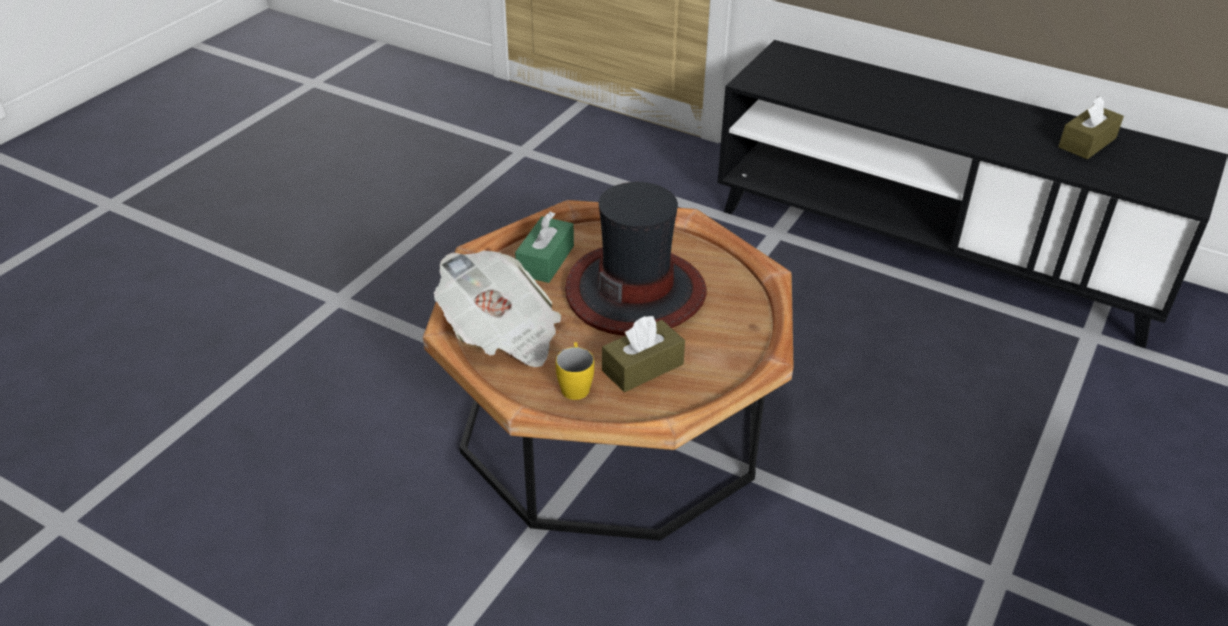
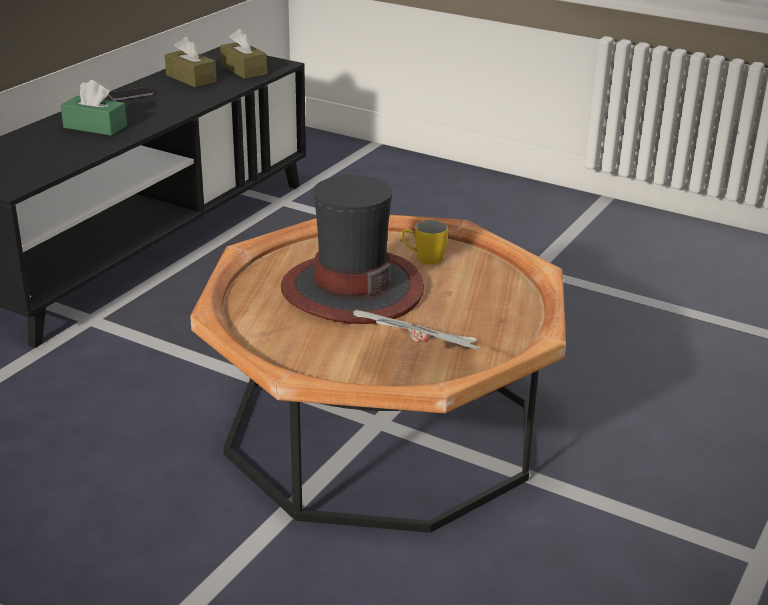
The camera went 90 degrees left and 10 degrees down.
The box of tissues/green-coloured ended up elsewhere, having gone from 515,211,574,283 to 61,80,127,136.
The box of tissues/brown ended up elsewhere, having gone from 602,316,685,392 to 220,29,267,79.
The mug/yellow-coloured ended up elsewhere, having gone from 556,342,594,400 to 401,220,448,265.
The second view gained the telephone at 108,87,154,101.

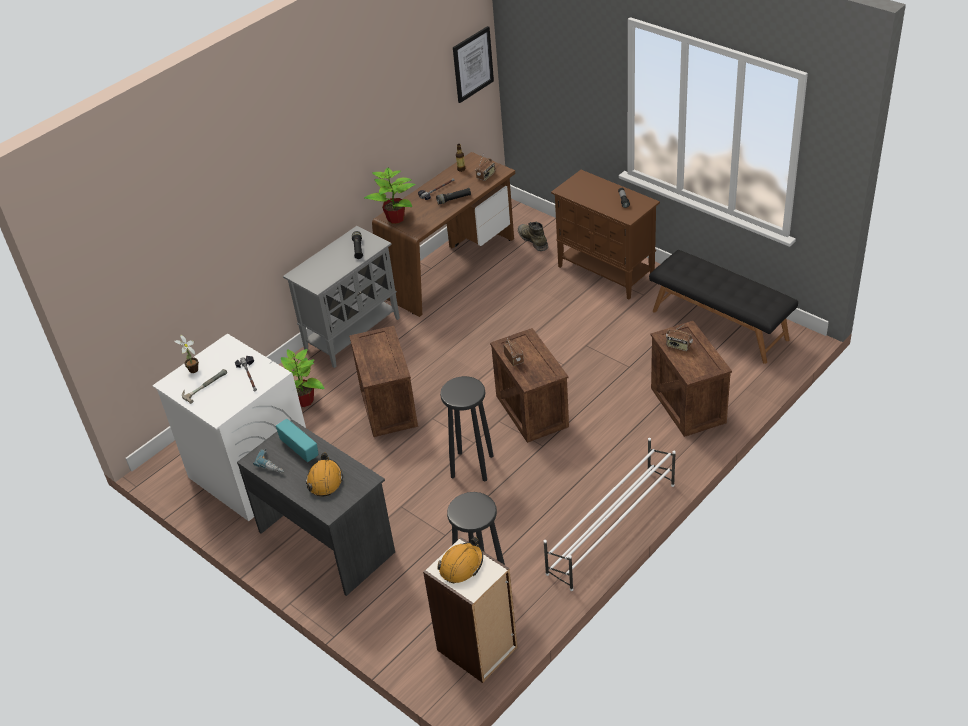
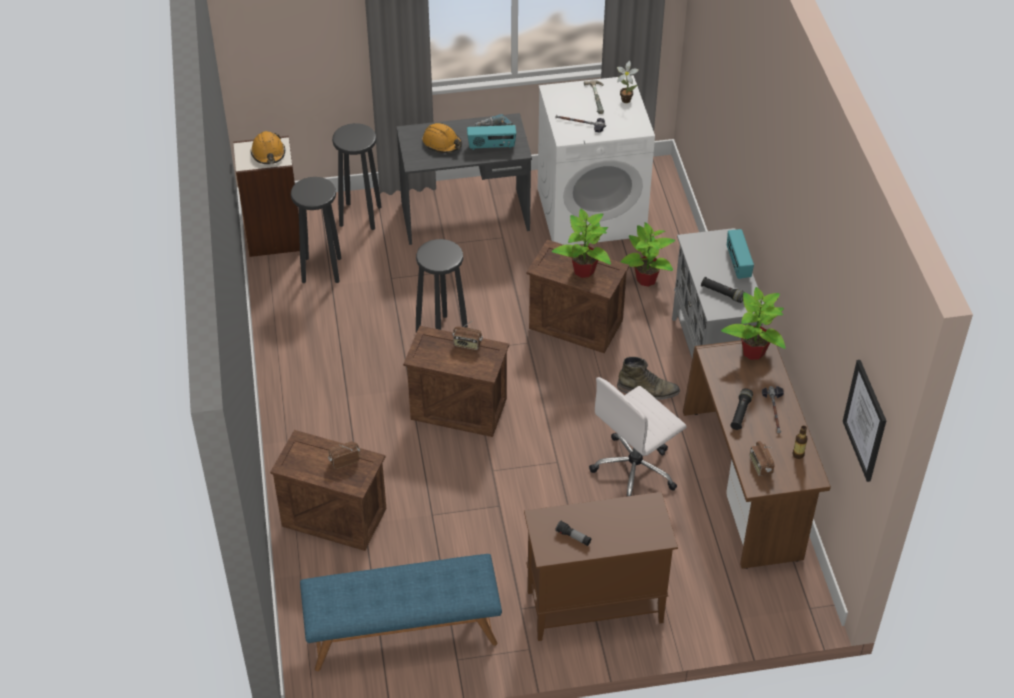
The camera went 125 degrees right and 5 degrees up.
The boot/green-coloured ended up elsewhere, having gone from 518,222,548,251 to 617,357,680,400.
What was the long seat/black-coloured at 649,250,798,364 turned into the long seat/blue at 300,554,502,671.
The second view lost the shoe shelf/white at 544,438,676,591.
The second view gained the sitting stool/black-coloured at 332,123,382,230.
The second view gained the potted plant at 551,209,611,278.
The second view gained the radio receiver at 727,229,754,279.
The second view gained the desk chair/white at 589,377,687,497.

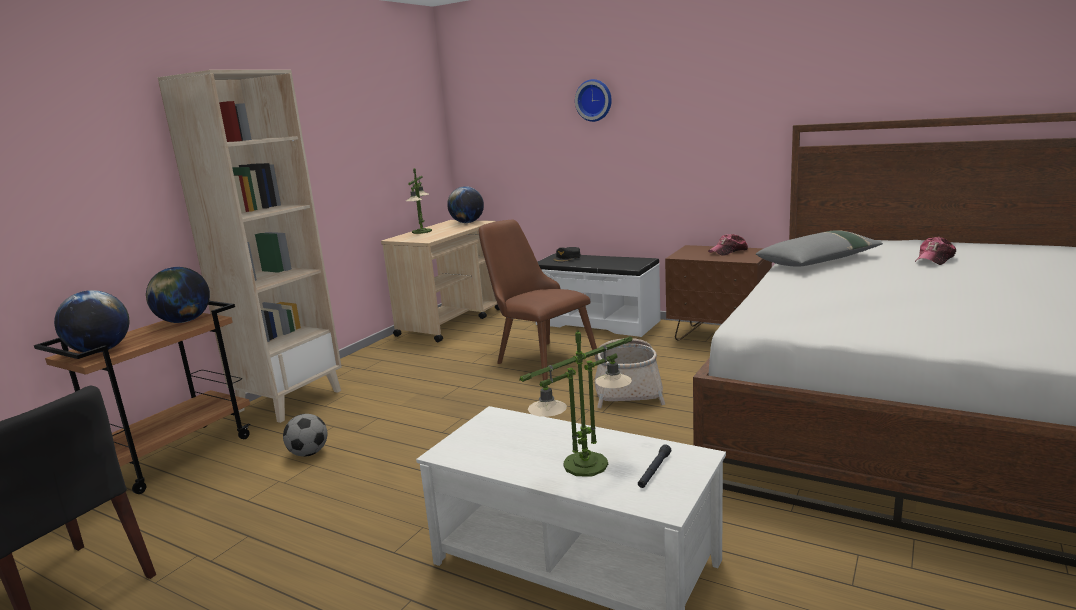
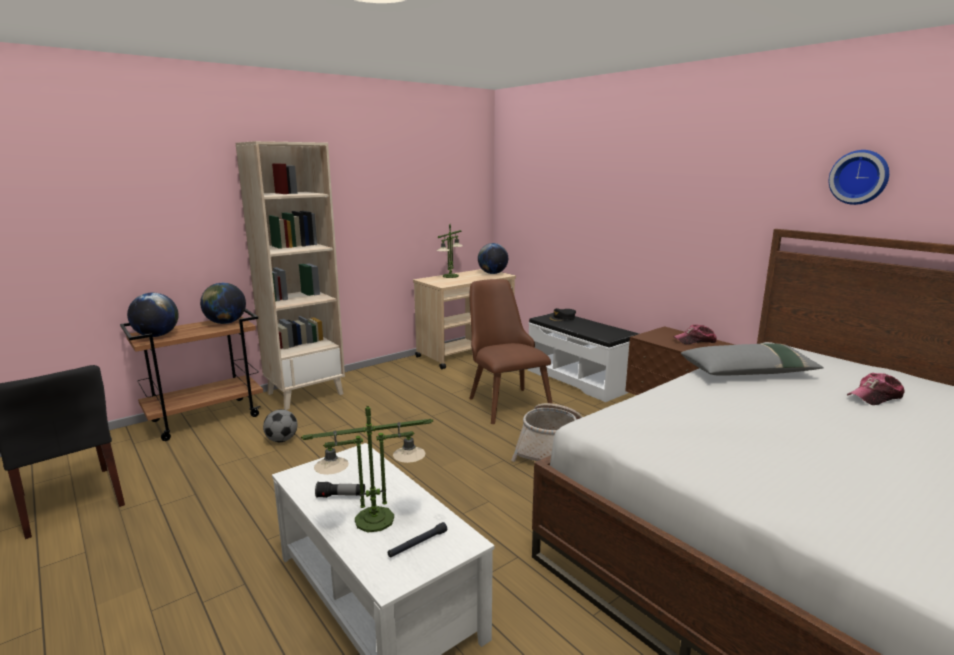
The camera went 20 degrees right and 0 degrees up.
The wall clock ended up elsewhere, having gone from 575,79,612,122 to 829,150,889,205.
The second view gained the torch at 315,482,365,498.

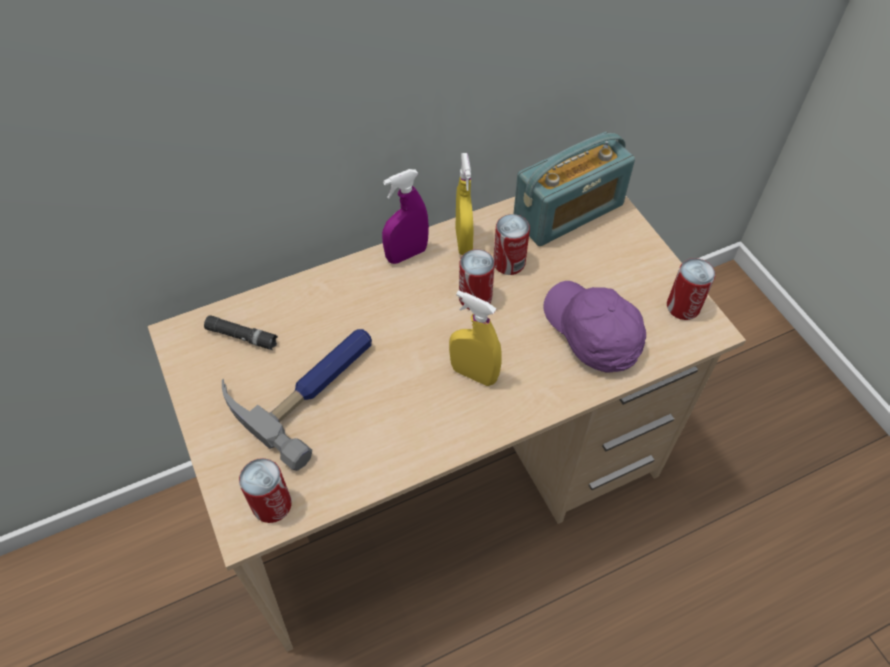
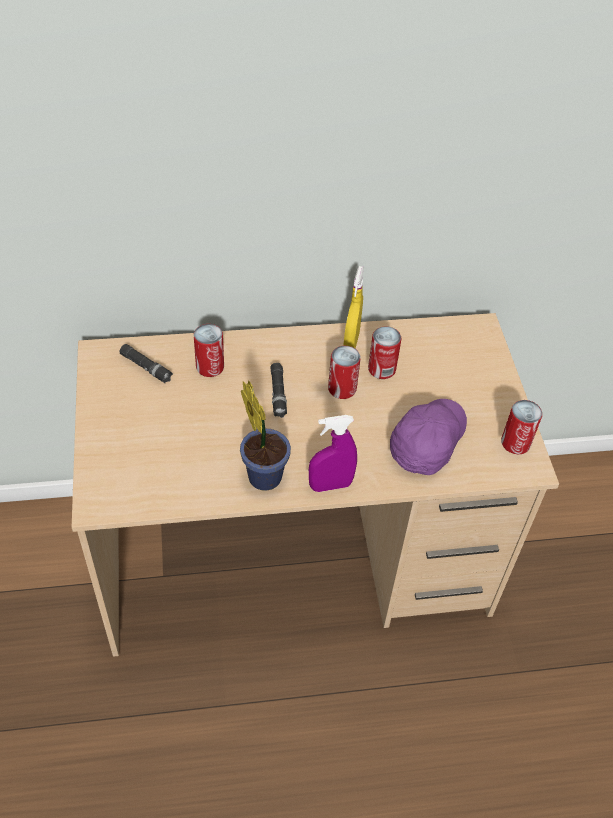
The camera went 15 degrees right and 5 degrees down.
The second view lost the radio receiver at 514,132,635,246.
The sprayer/purple ended up elsewhere, having gone from 382,169,429,264 to 309,415,357,492.
The peaked cap/purple at 544,281,646,372 ended up facing another way, 45 degrees clockwise from before.
The second view lost the sprayer/yellow-coloured at 449,290,502,386.
The second view lost the hammer at 222,329,372,471.
The can ended up elsewhere, having gone from 239,458,292,523 to 194,324,224,377.
The second view gained the torch/black-coloured at 271,363,287,418.
The second view gained the potted plant at 240,381,291,491.

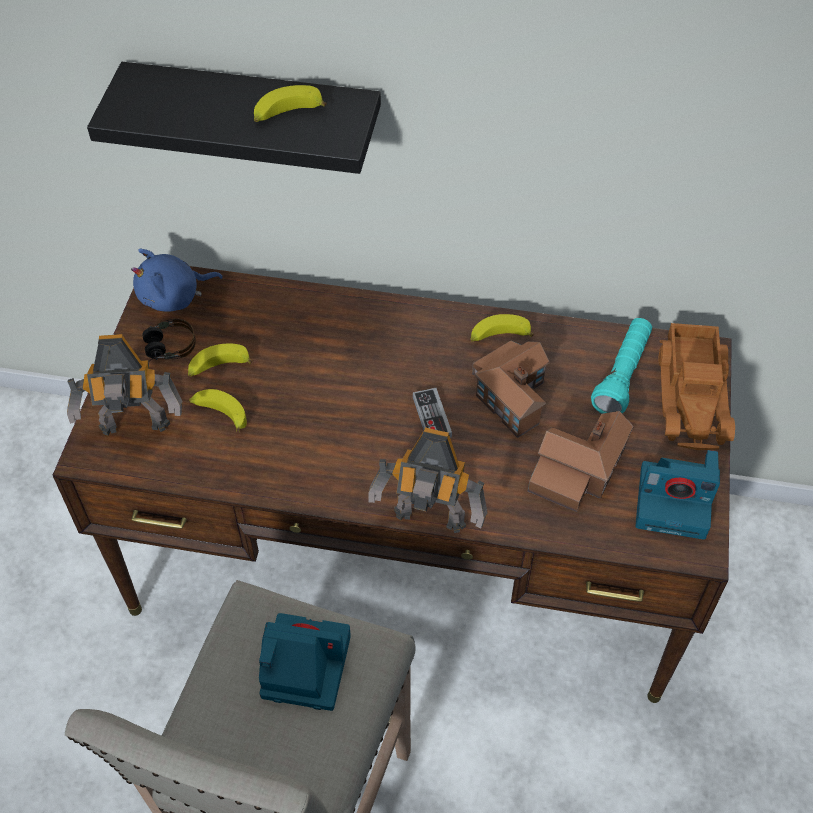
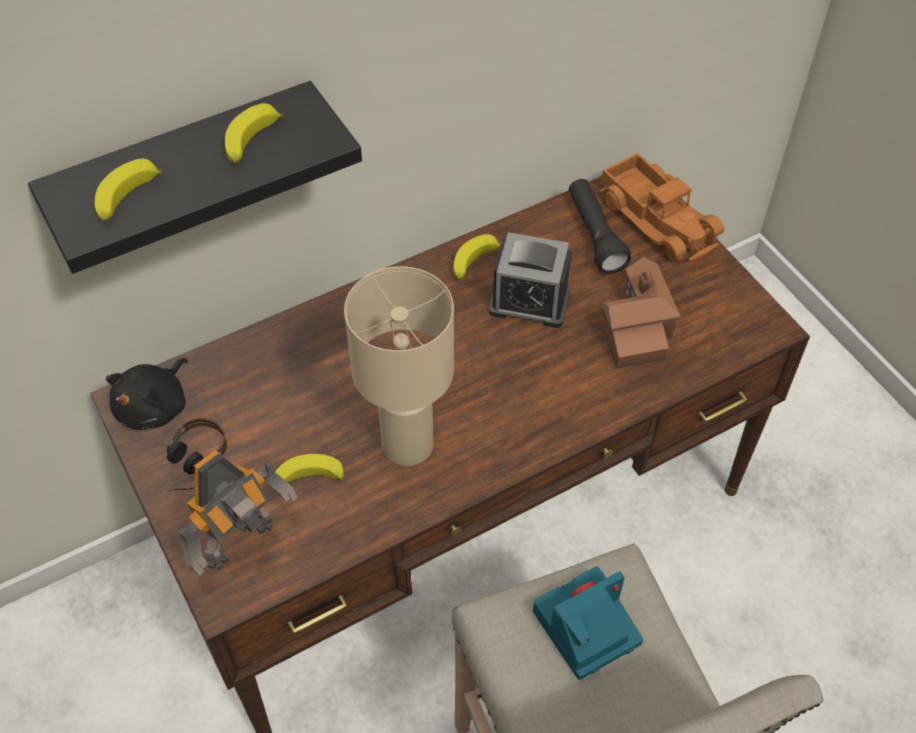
The camera went 40 degrees left and 0 degrees up.
What was the cuddly toy/blue at 131,249,223,312 turned into the cuddly toy/black-coloured at 106,358,188,430.
What was the torch/turquoise at 591,318,652,414 turned into the torch/black-coloured at 569,179,631,274.
Where the toy house stood at 472,340,550,438, the table clock came to stand at 489,232,572,328.
The banana fruit ended up elsewhere, having gone from 188,344,252,377 to 95,159,164,222.
The second view lost the gamepad at 413,388,452,438.
The second view lost the toy robot at 369,427,488,533.
The second view lost the photo camera at 635,450,720,540.
The second view gained the table lamp/beige at 344,266,454,466.

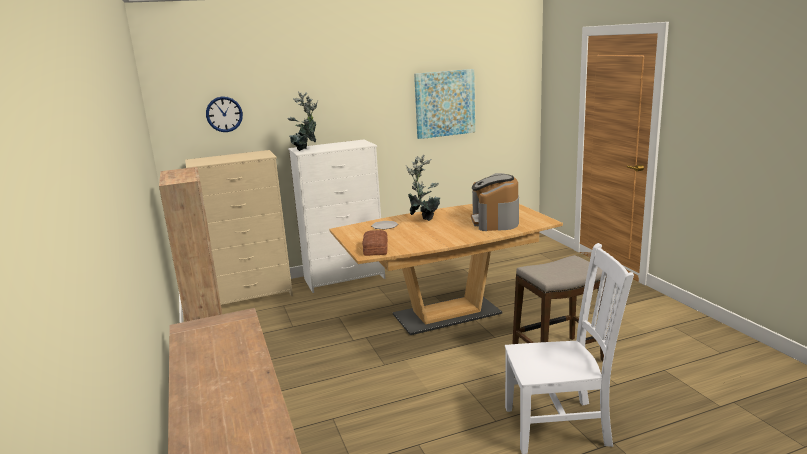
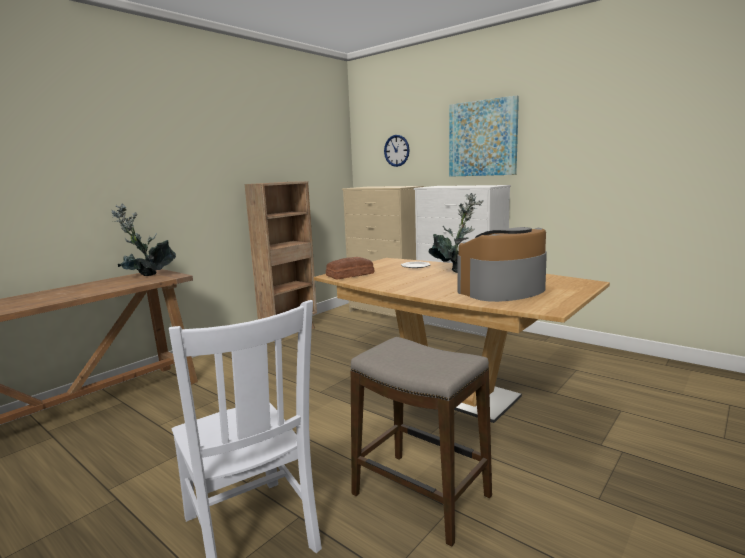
The camera went 60 degrees right and 5 degrees down.
The picture ended up elsewhere, having gone from 414,69,475,139 to 449,95,519,177.
The potted plant ended up elsewhere, having gone from 287,92,318,151 to 111,204,176,276.

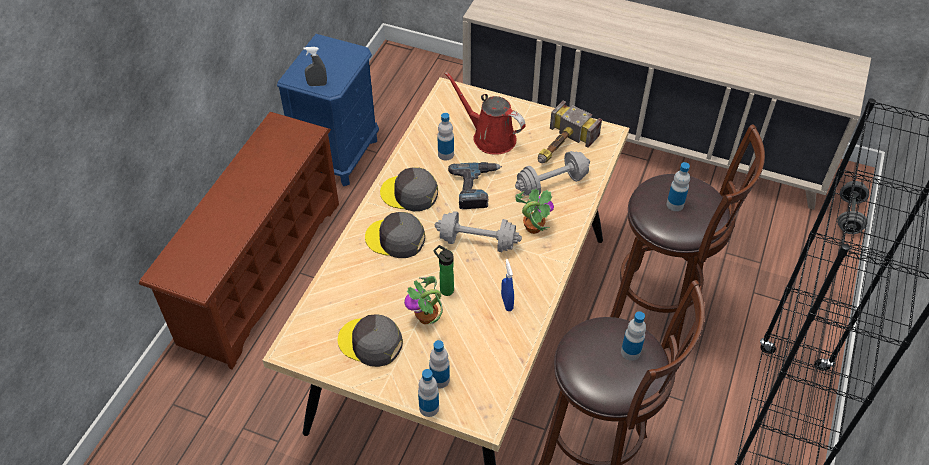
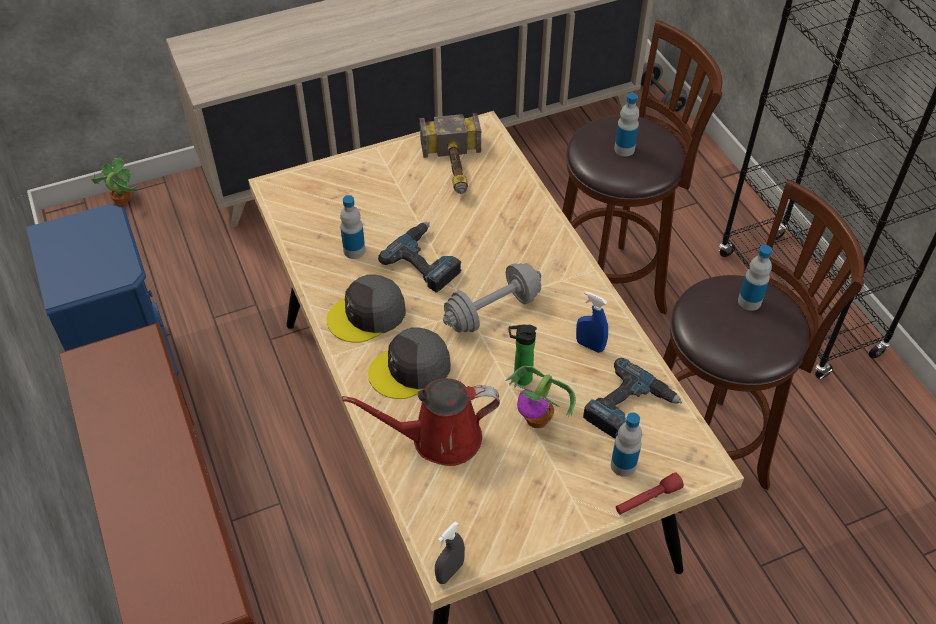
The camera went 45 degrees left and 0 degrees up.
The sprayer/grey ended up elsewhere, having gone from 303,47,327,86 to 435,521,465,584.
The watering can/red ended up elsewhere, having gone from 445,72,526,155 to 342,378,500,466.
The second view lost the dumbbell/grey at 515,151,590,196.
The potted plant ended up elsewhere, having gone from 515,189,554,234 to 91,157,139,205.
The second view lost the peaked cap/grey at 338,314,403,367.
Where the drink bottle stood at 418,369,439,417, the torch/red came to stand at 616,472,684,515.
The second view gained the drill at 583,358,682,439.

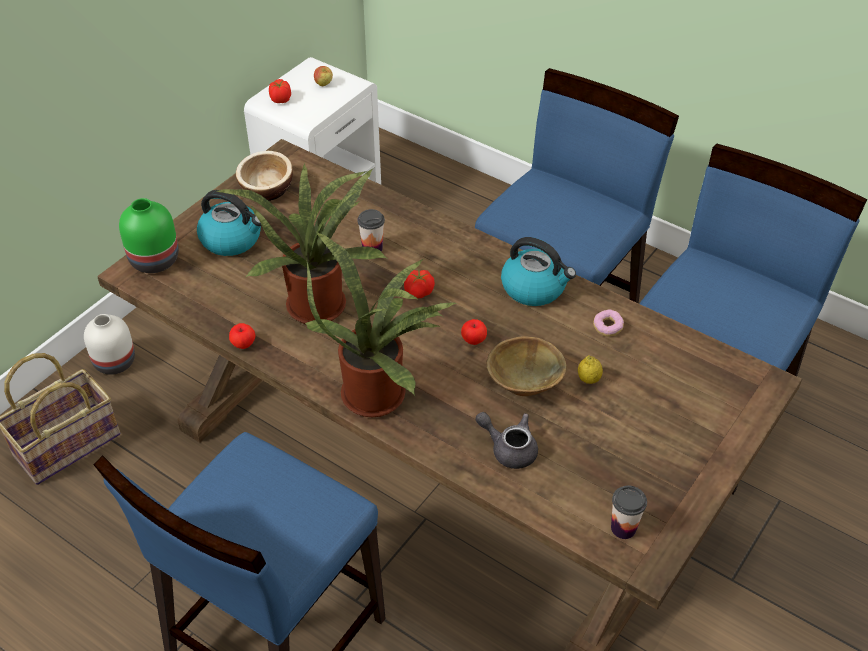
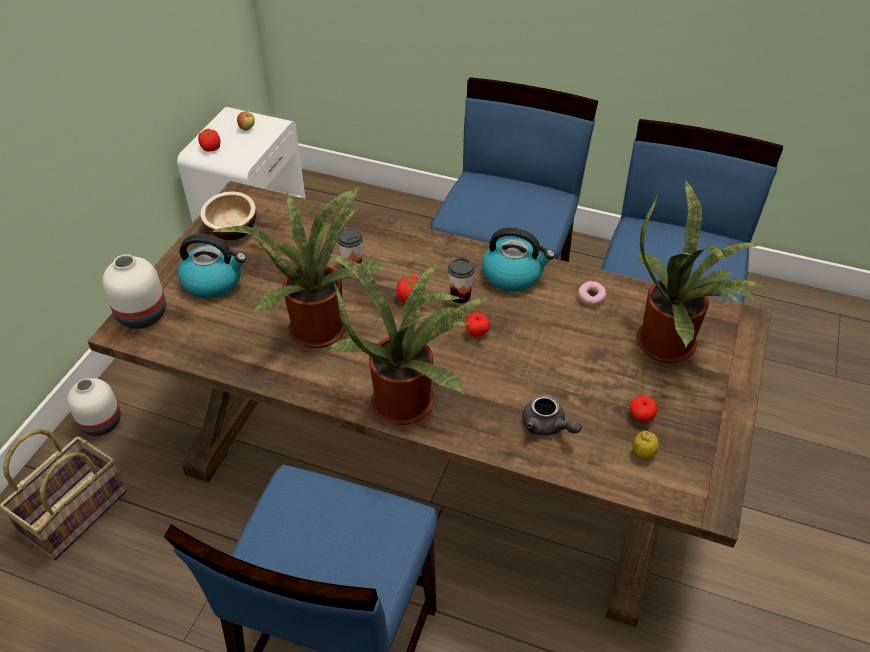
The camera went 15 degrees left and 0 degrees up.
What was the flower vase/green-coloured at 119,198,179,273 turned into the flower vase/white at 103,254,166,329.
The apple fruit ended up elsewhere, having gone from 229,323,256,349 to 629,396,657,422.
The second view lost the serving bowl/brown at 486,336,566,396.
The citrus fruit ended up elsewhere, having gone from 578,355,603,384 to 632,431,659,459.
The teapot/grey at 476,412,538,469 ended up facing another way, 150 degrees counterclockwise from before.
The small cup ended up elsewhere, having gone from 611,485,647,539 to 448,258,475,303.
The second view gained the potted plant at 636,181,765,363.

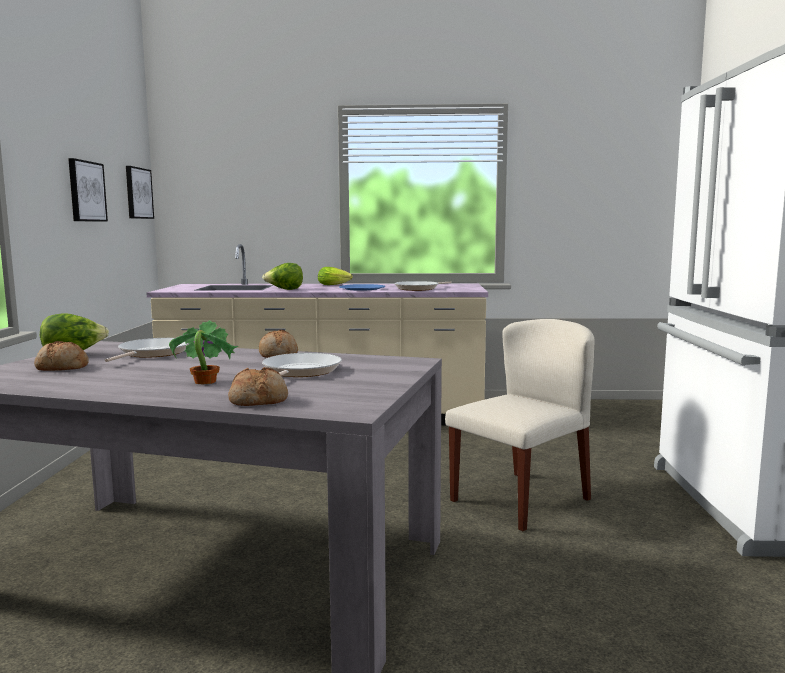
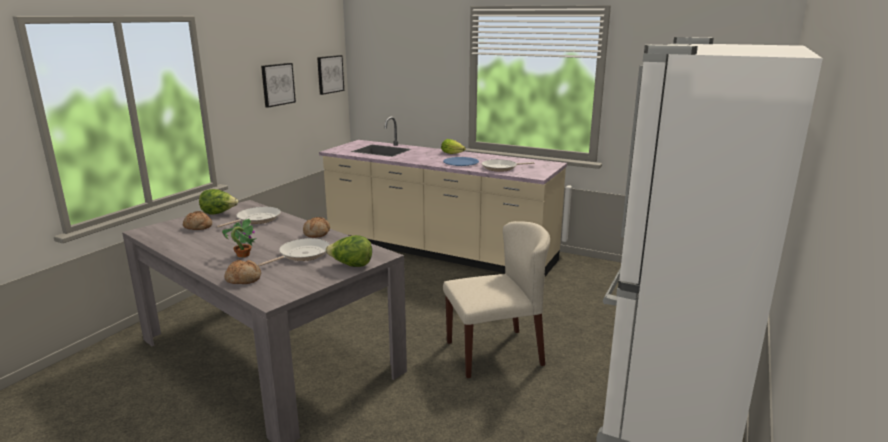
The camera went 25 degrees right and 10 degrees up.
The lettuce head ended up elsewhere, having gone from 262,263,303,290 to 326,235,372,267.

